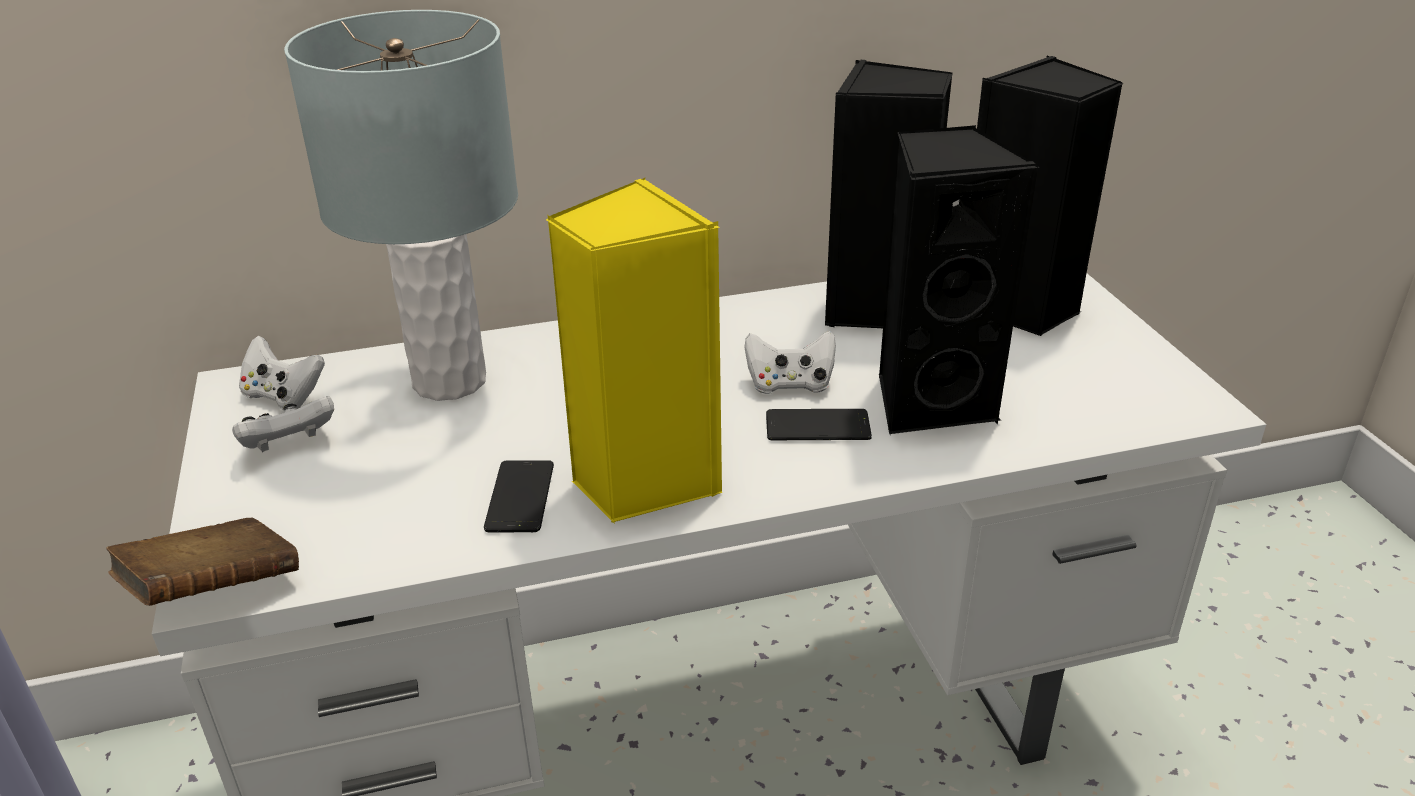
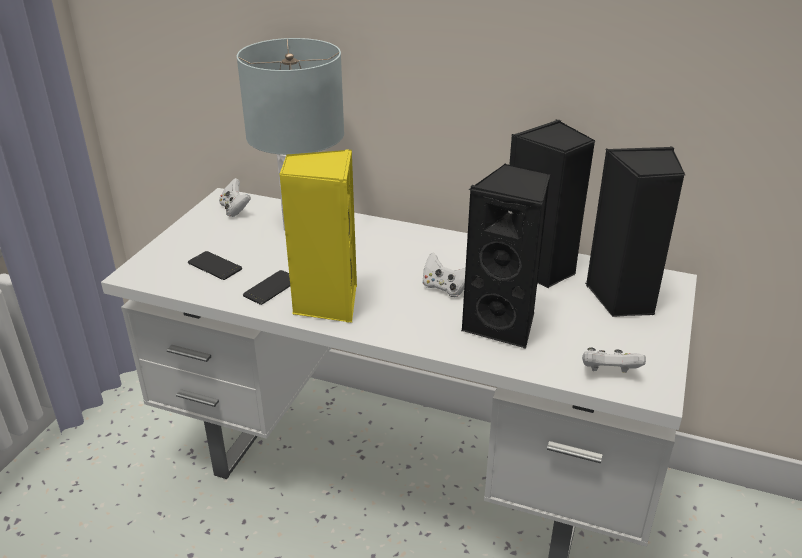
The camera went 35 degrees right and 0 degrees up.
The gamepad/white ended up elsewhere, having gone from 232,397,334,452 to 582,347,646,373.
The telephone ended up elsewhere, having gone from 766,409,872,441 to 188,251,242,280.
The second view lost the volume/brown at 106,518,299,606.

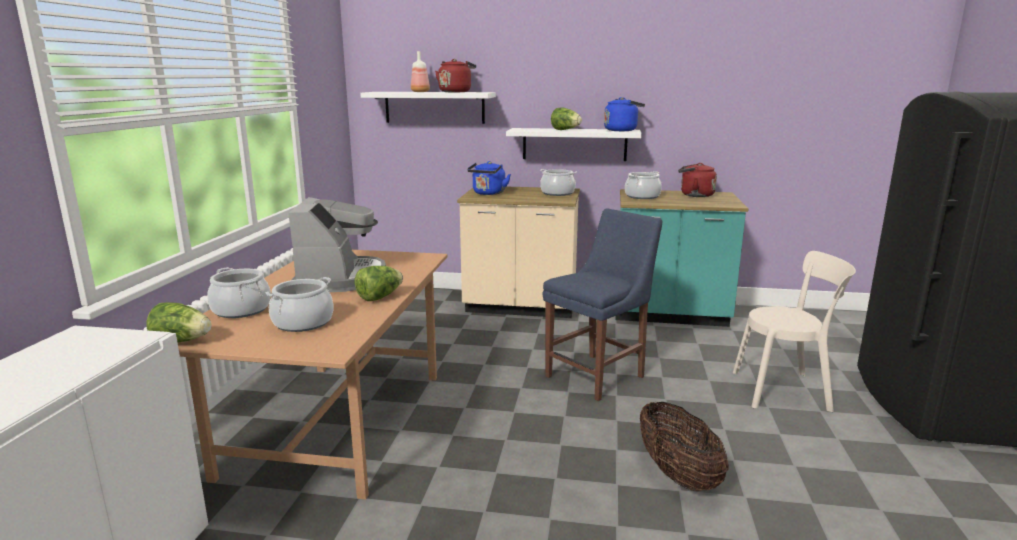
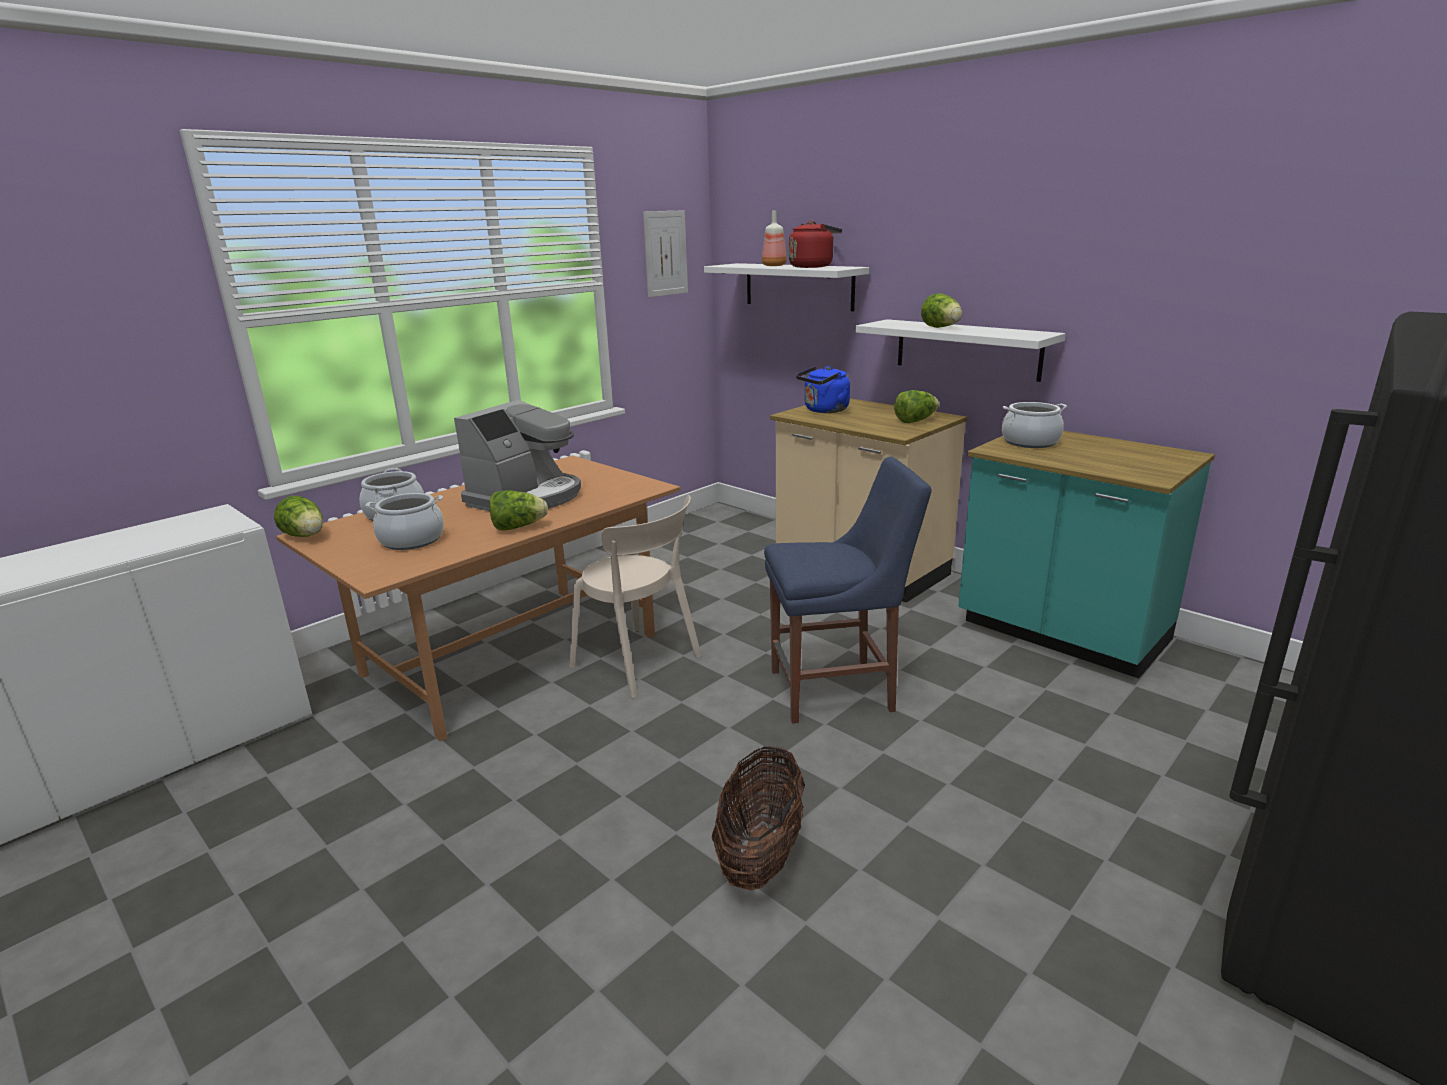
The camera went 35 degrees right and 5 degrees up.
The second view lost the water kettle/blue at 604,97,645,131.
The second view lost the water kettle/red at 678,163,717,197.
Where the stockpot stood at 540,169,577,196, the lettuce head came to stand at 894,390,939,423.
The upright chair/beige ended up elsewhere, having gone from 733,251,856,412 to 569,495,702,698.
The second view gained the picture at 643,210,688,297.

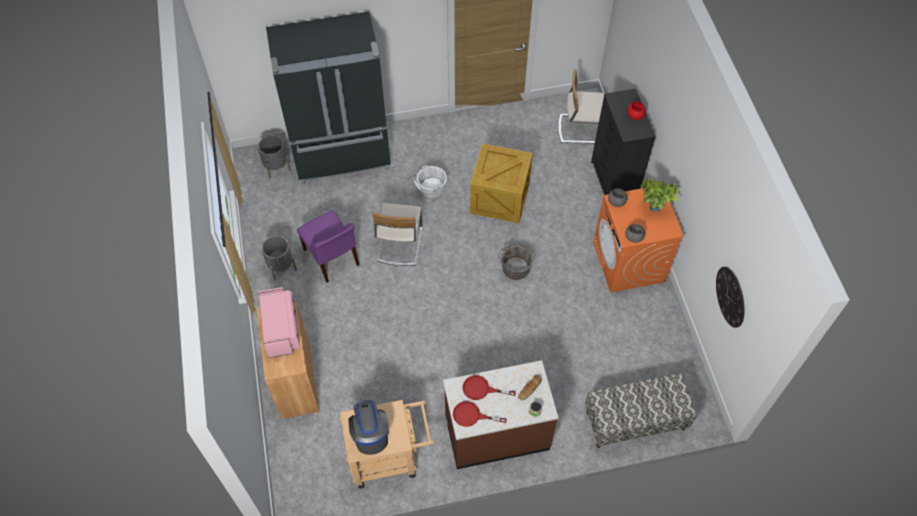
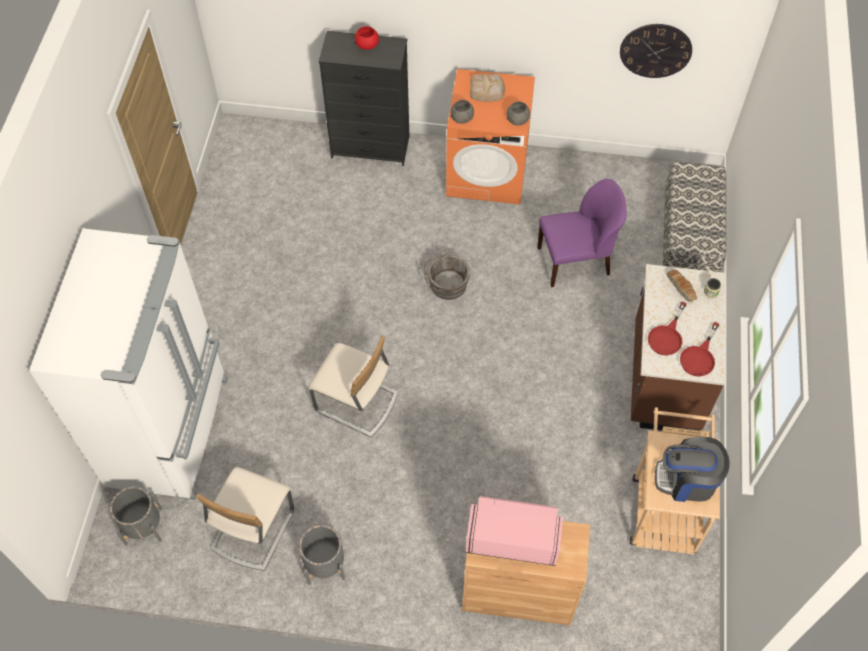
The camera went 70 degrees left and 0 degrees up.
What was the fridge/black-coloured at 266,12,391,184 turned into the fridge/white at 29,228,228,500.
The upright chair/beige ended up elsewhere, having gone from 558,69,605,144 to 196,467,294,571.
The second view lost the shipping crate at 470,143,533,223.
The second view lost the pail/white at 413,165,447,198.
Where the potted plant stood at 640,177,679,212, the bakery bread came to stand at 470,74,505,102.
The upright chair/purple ended up elsewhere, having gone from 297,211,359,283 to 537,179,627,287.

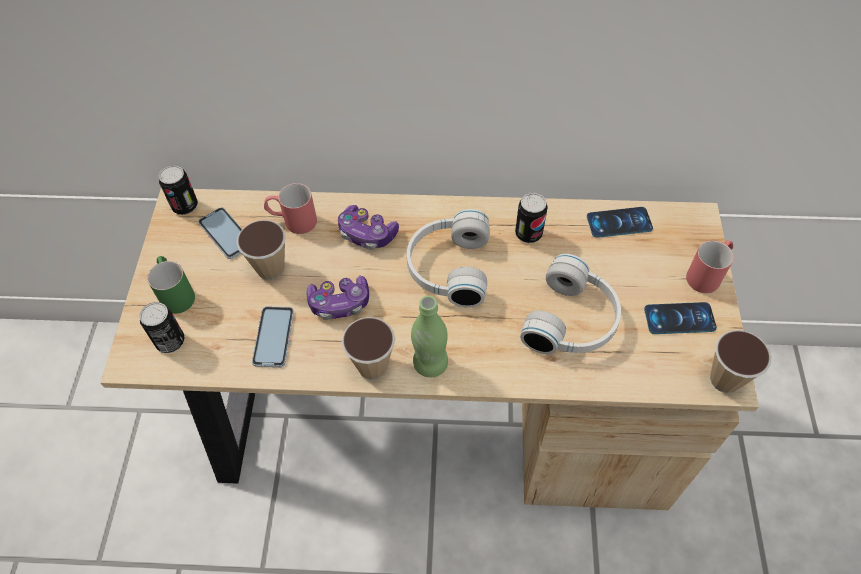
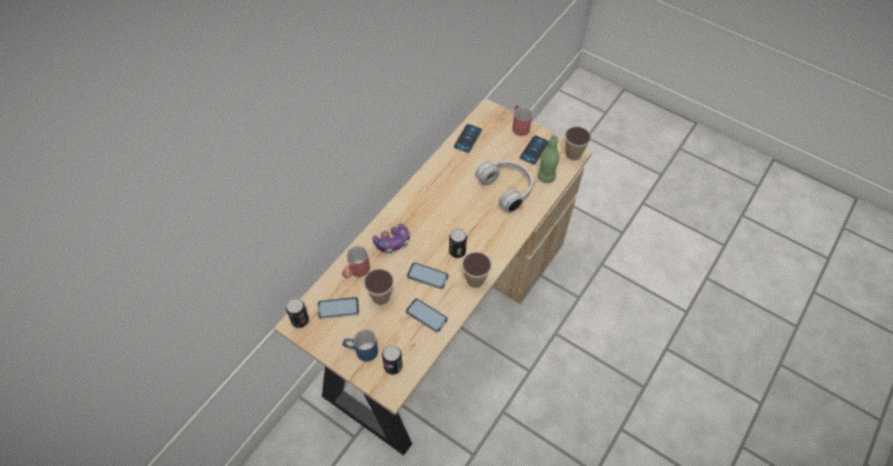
The camera went 60 degrees left and 0 degrees up.
The can ended up elsewhere, having gone from 515,193,548,243 to 449,229,467,258.
The second view lost the headset/white at 407,209,490,307.
What was the mug/green-coloured at 147,256,195,314 turned into the mug/blue at 343,329,378,362.
Where the gamepad stood at 306,275,369,320, the telephone came to stand at 407,262,449,289.
The drink bottle/green-coloured ended up elsewhere, having gone from 411,296,448,377 to 537,135,559,183.

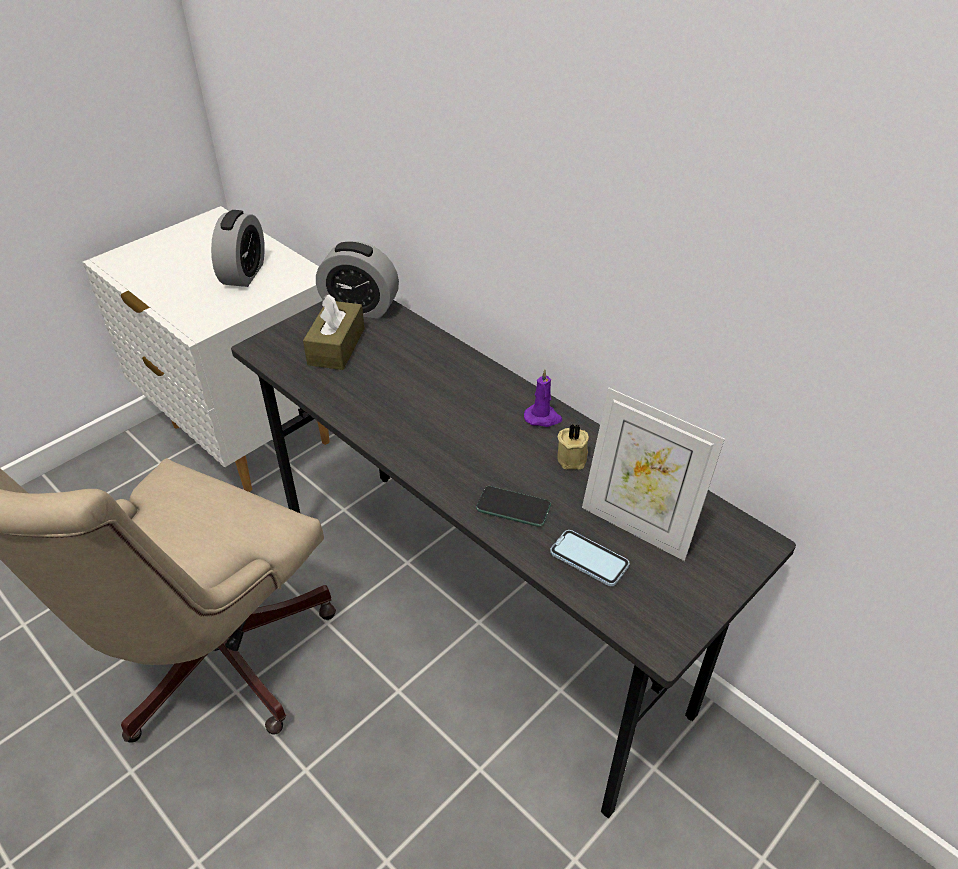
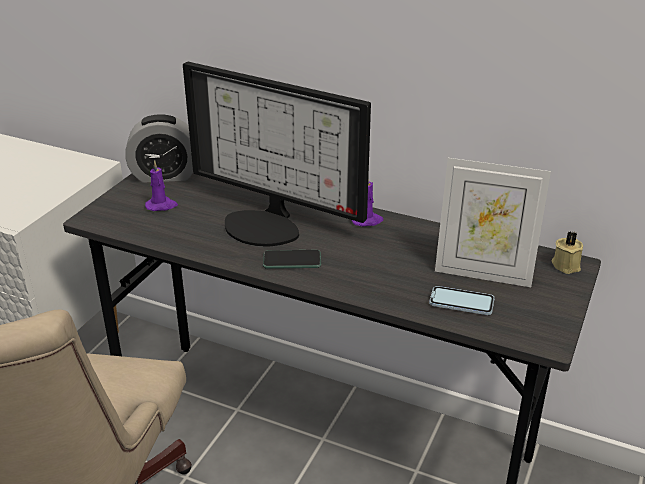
The camera went 20 degrees left and 10 degrees down.
The second view lost the table clock at 211,210,265,287.
Where the box of tissues/brown stood at 303,295,365,370, the wax candle/purple came to stand at 145,160,178,211.
The wax candle/beige ended up elsewhere, having gone from 557,423,589,470 to 552,231,583,274.
The telephone ended up elsewhere, having gone from 476,486,551,527 to 263,250,321,269.
The second view gained the computer display at 183,62,371,247.

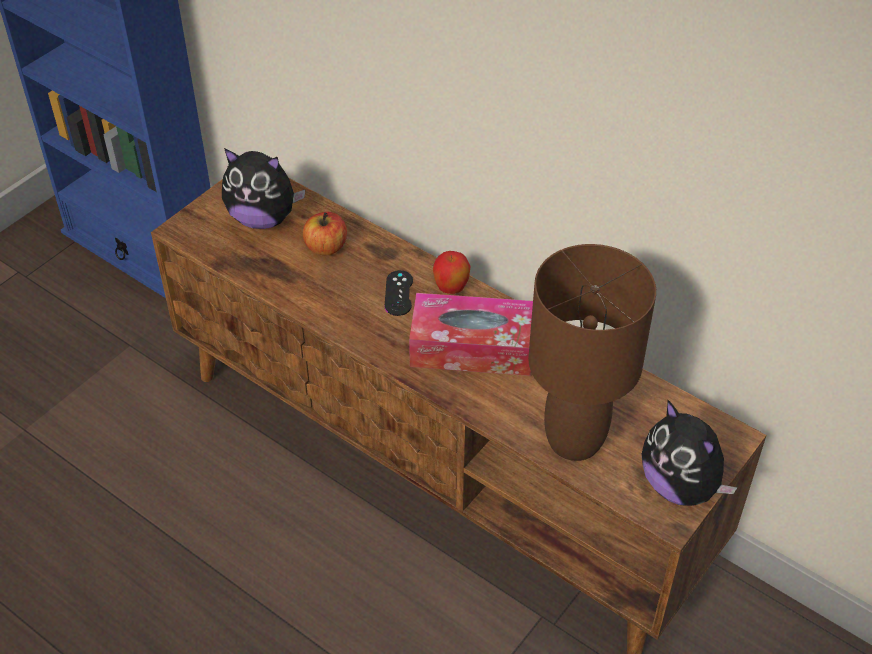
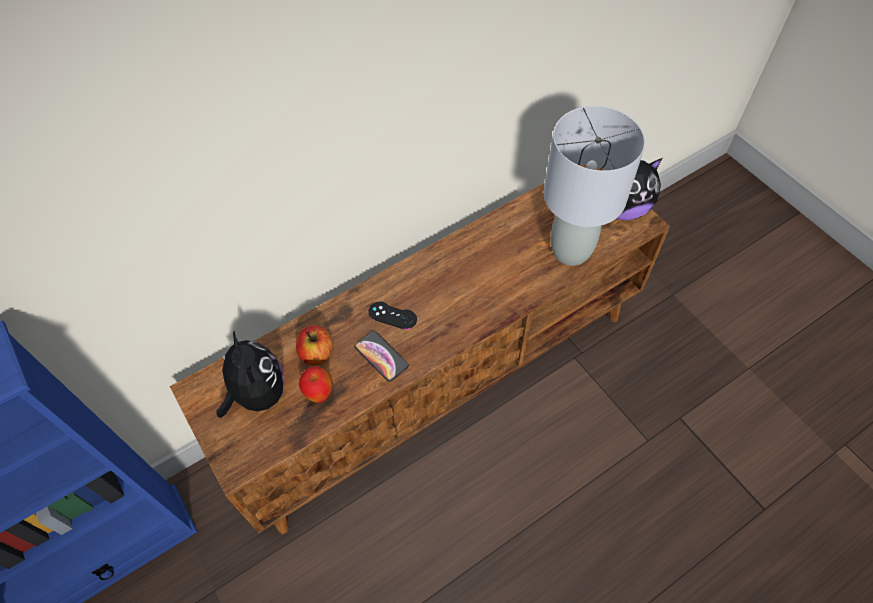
The camera went 70 degrees left and 10 degrees up.
The cuddly toy at 222,148,305,229 ended up facing another way, 60 degrees counterclockwise from before.
What was the table lamp/brown at 528,244,656,461 turned into the table lamp/grey at 543,106,645,266.
The apple fruit ended up elsewhere, having gone from 433,251,470,294 to 299,367,333,403.
The second view lost the box of tissues at 409,293,533,376.
The second view gained the telephone at 355,331,409,382.

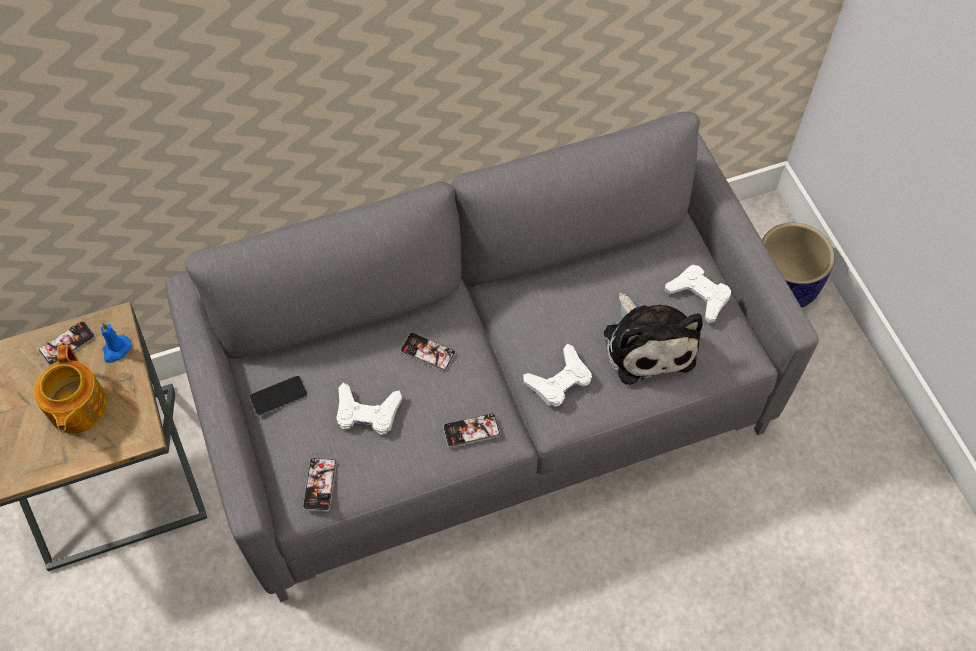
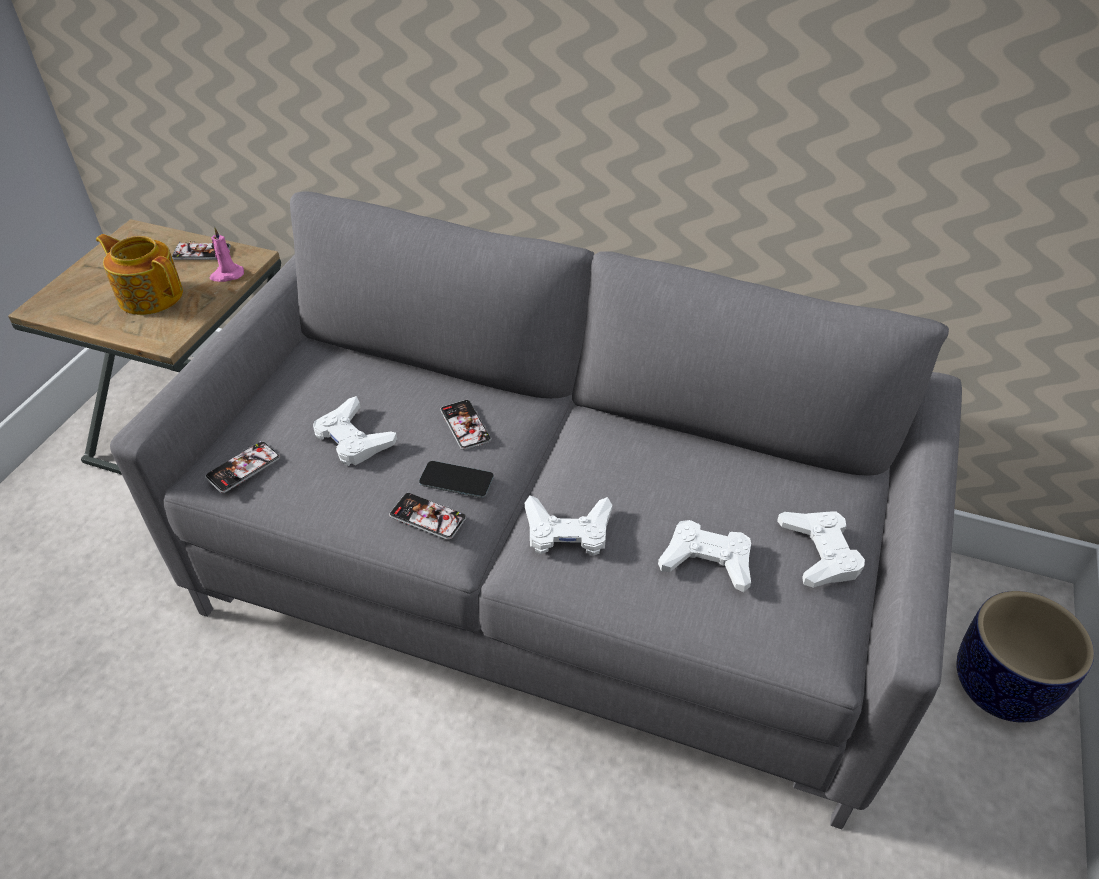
The camera went 40 degrees right and 15 degrees down.
Where the cuddly toy stood at 604,293,703,385, the gamepad/white came to stand at 658,520,751,592.
What was the wax candle/blue at 100,323,132,363 turned into the wax candle/pink at 210,227,244,282.
The teapot at 34,345,108,433 ended up facing another way, 90 degrees clockwise from before.
The telephone ended up elsewhere, having gone from 250,376,307,415 to 419,461,494,498.

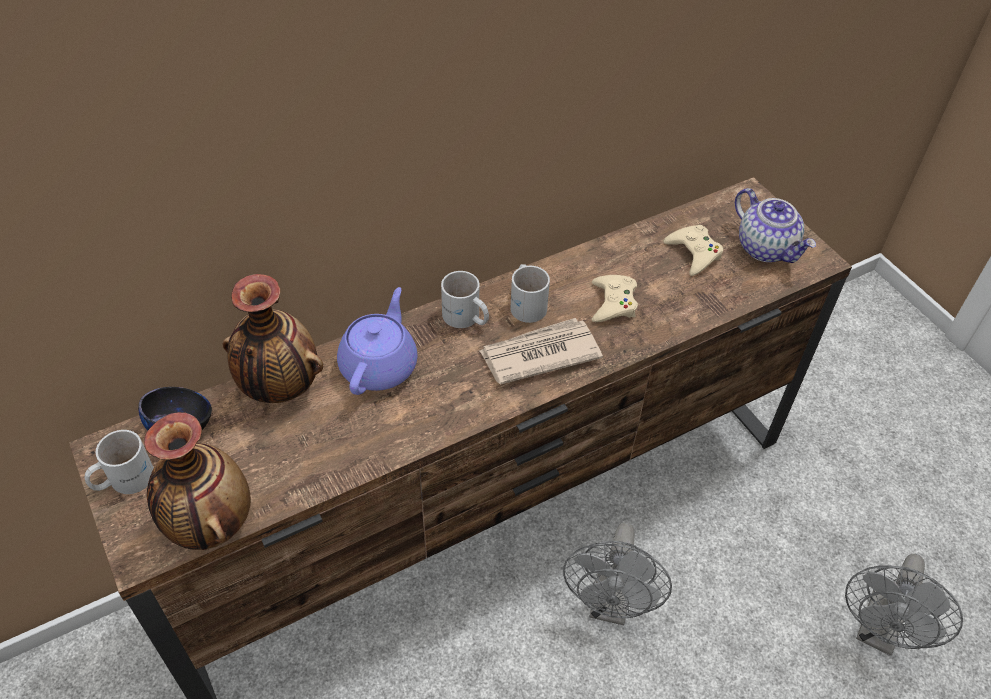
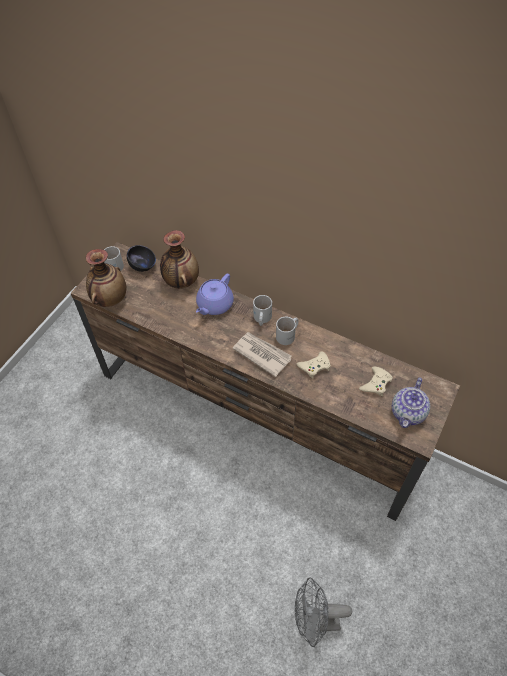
The camera went 60 degrees right and 5 degrees up.
The teapot/purple at 337,287,417,395 ended up facing another way, 135 degrees clockwise from before.
The second view lost the electric fan/grey at 563,523,672,626.

